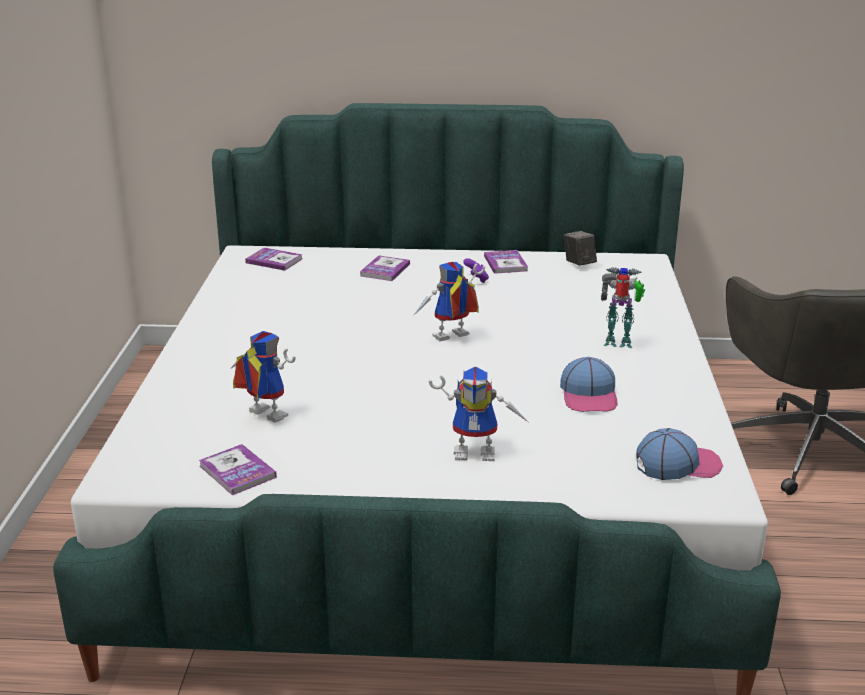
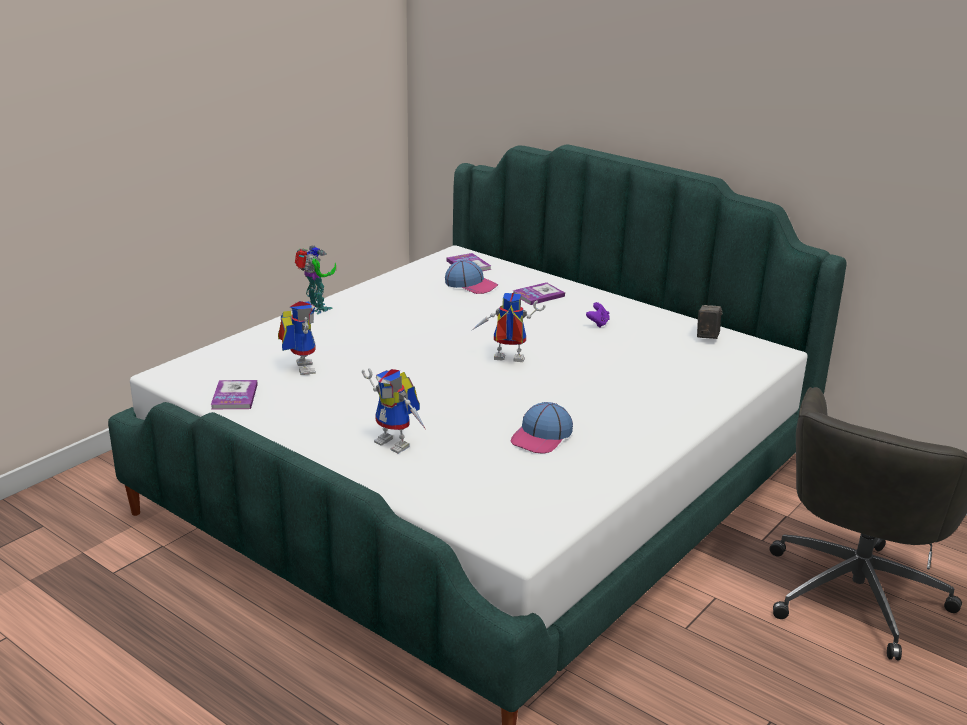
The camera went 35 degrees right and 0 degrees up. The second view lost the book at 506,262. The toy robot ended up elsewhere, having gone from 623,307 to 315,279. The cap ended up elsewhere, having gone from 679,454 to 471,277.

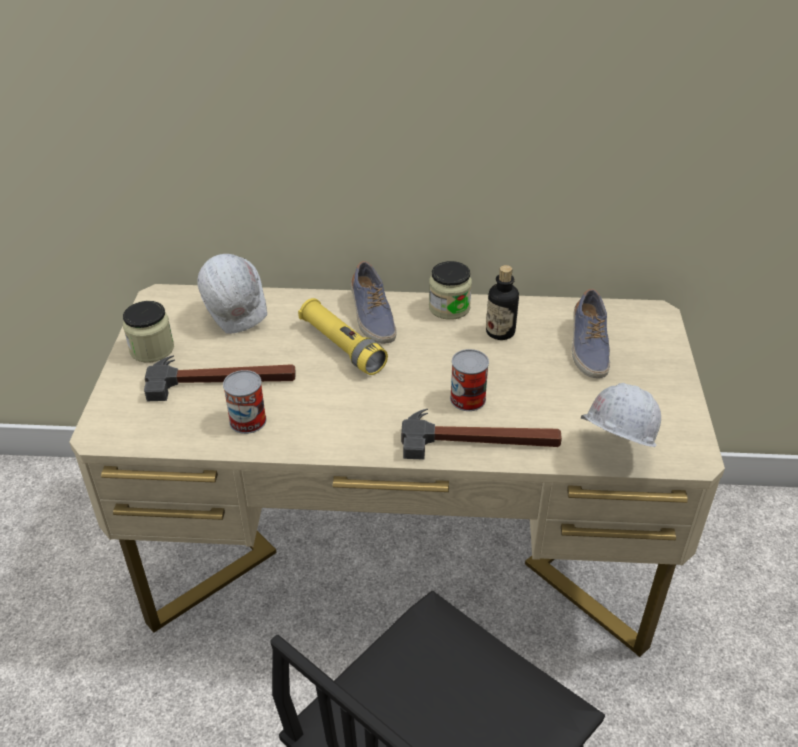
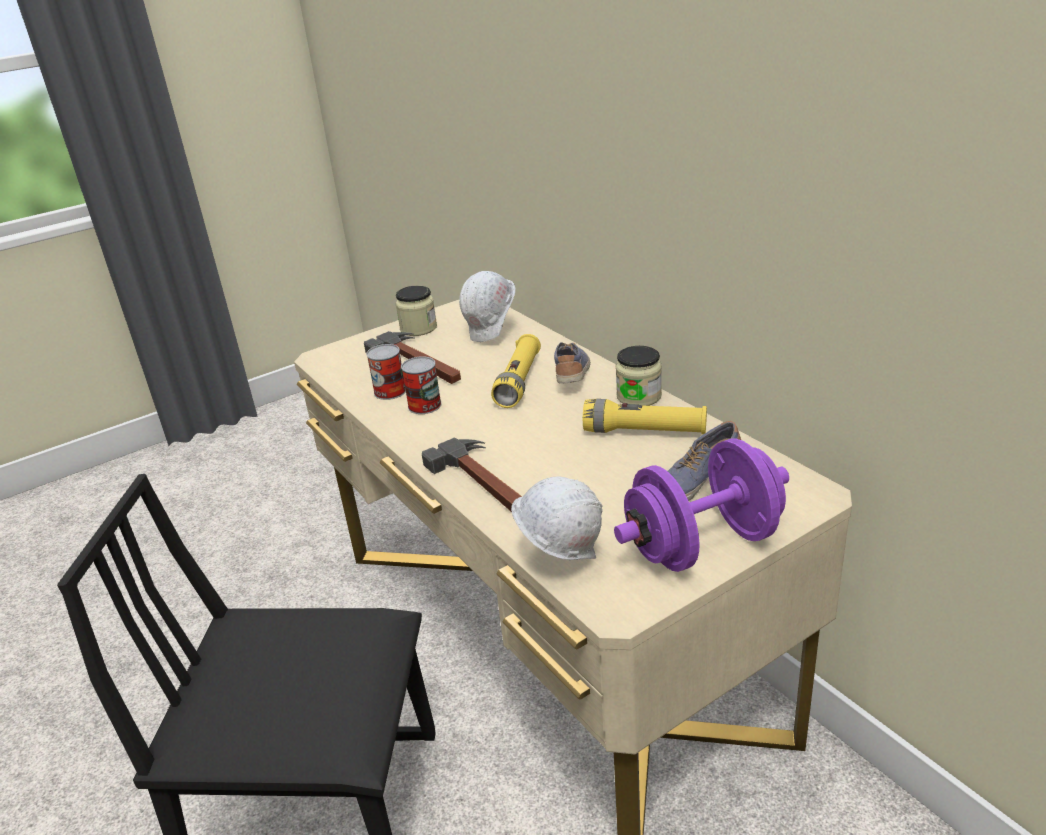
The camera went 55 degrees right and 10 degrees down. The shoe at 374,302 ended up facing another way, 150 degrees clockwise from before. Where the bottle stood at 502,302, the yellow flashlight came to stand at 645,416. The can ended up elsewhere, having gone from 469,380 to 421,385. The second view gained the purple dumbbell at 701,505.

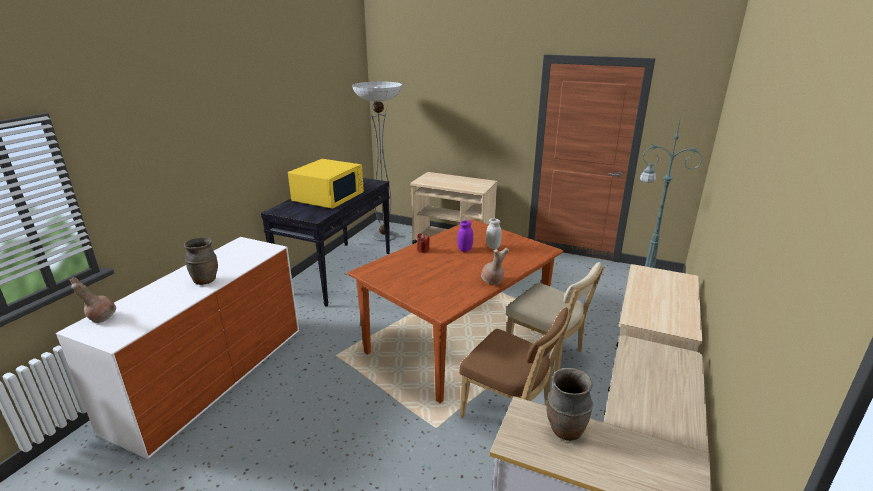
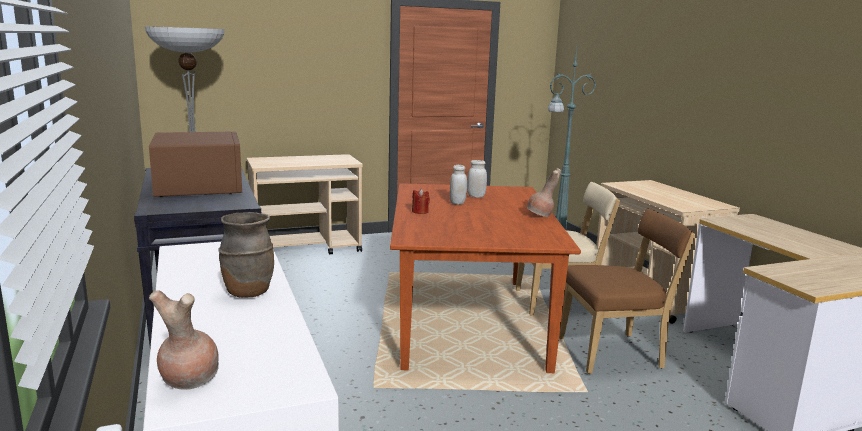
The camera went 45 degrees left and 10 degrees down. What was the yellow microwave at 326,184 turned into the brown microwave at 195,164. What was the purple jar at 465,236 turned into the white jar at 458,185. The second view lost the brown vase at 569,404.

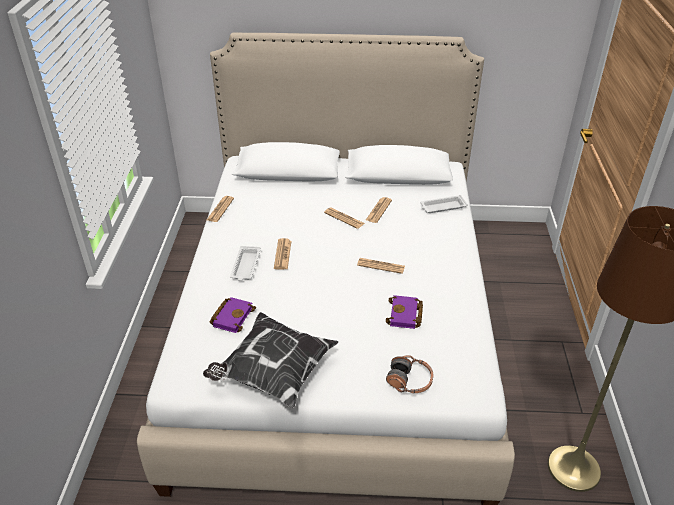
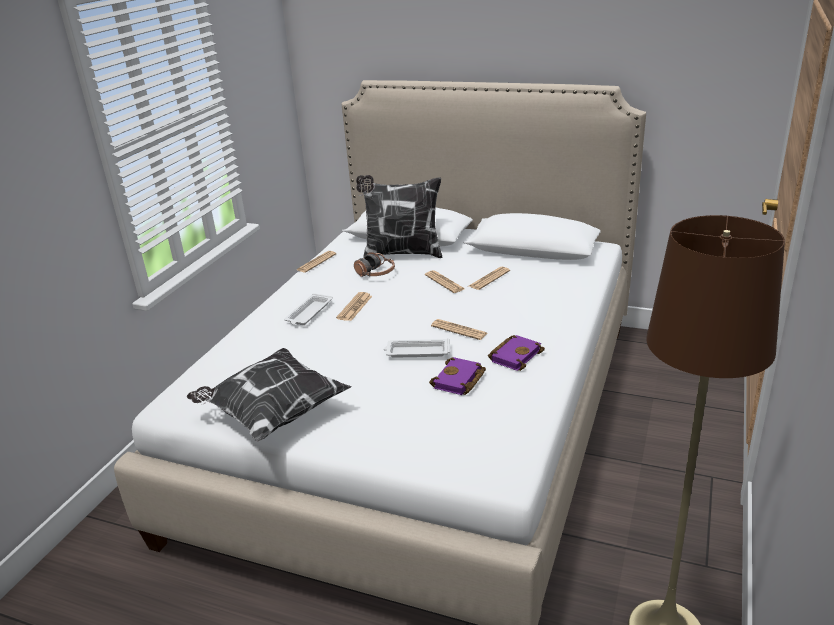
The camera went 20 degrees right and 10 degrees down. The white tray ended up elsewhere, having gone from 444,204 to 417,348. The purple book ended up elsewhere, having gone from 232,315 to 516,353. The headphones ended up elsewhere, having gone from 410,374 to 374,264. The second view gained the pillow at 399,216.

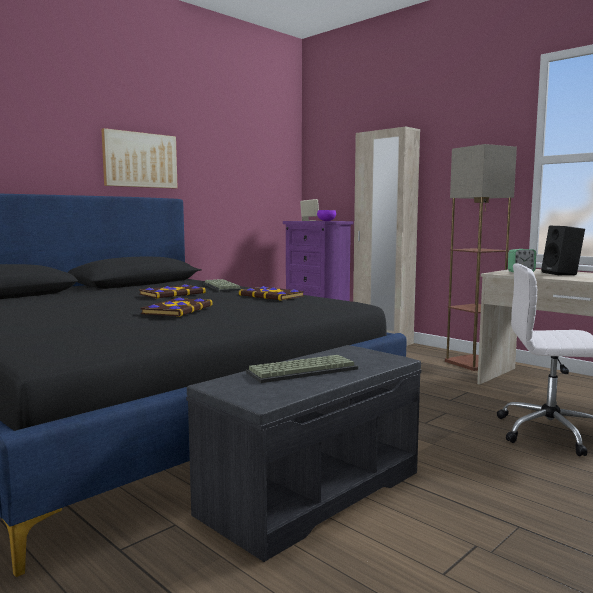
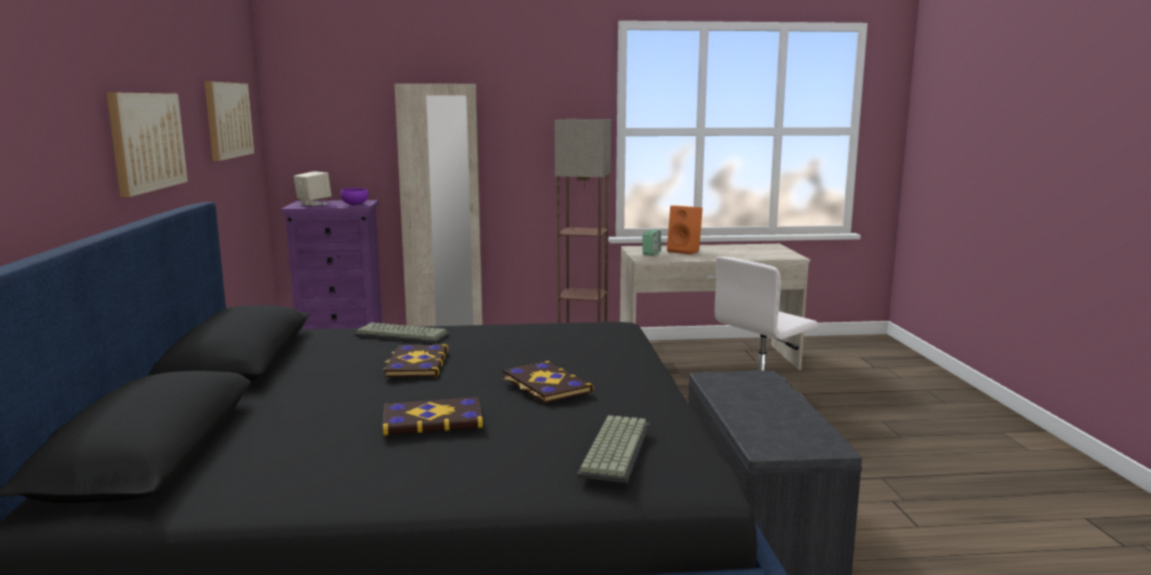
The camera went 50 degrees left and 5 degrees up. What was the black speaker at 563,250 turned into the orange speaker at 685,229. The book ended up elsewhere, having gone from 271,293 to 432,416. The keyboard ended up elsewhere, having gone from 302,369 to 613,449. The second view gained the picture at 229,121.

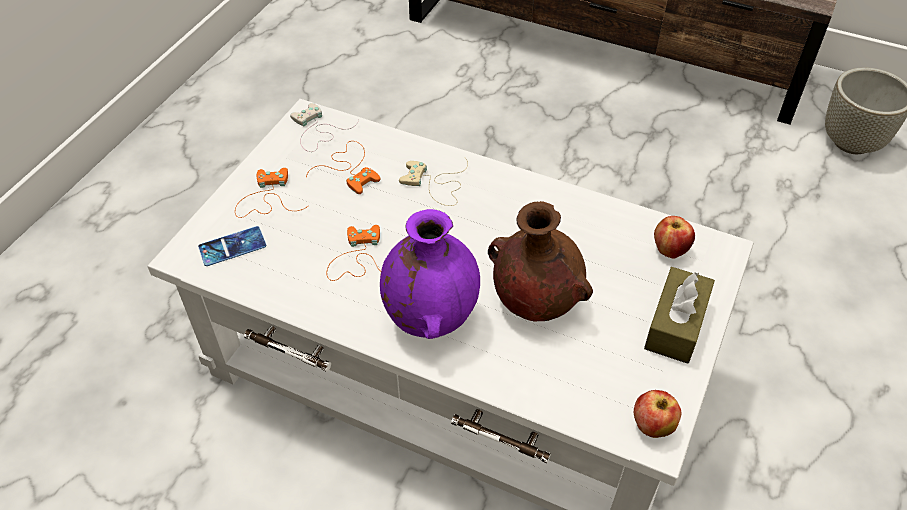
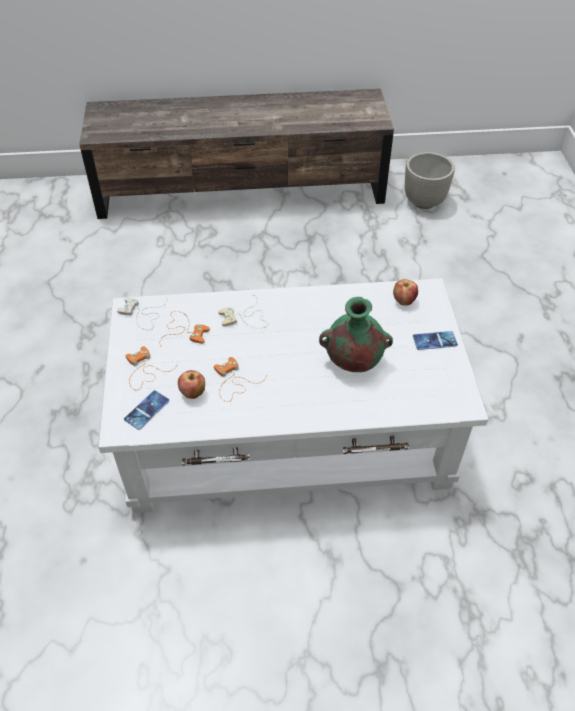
The camera went 30 degrees left and 0 degrees up. What was the brown vase at 540,261 turned into the green vase at 356,334. The second view lost the purple vase at 430,274. Where the brown tissue box stood at 679,315, the phone came to stand at 435,340. The apple ended up elsewhere, having gone from 657,414 to 191,384.

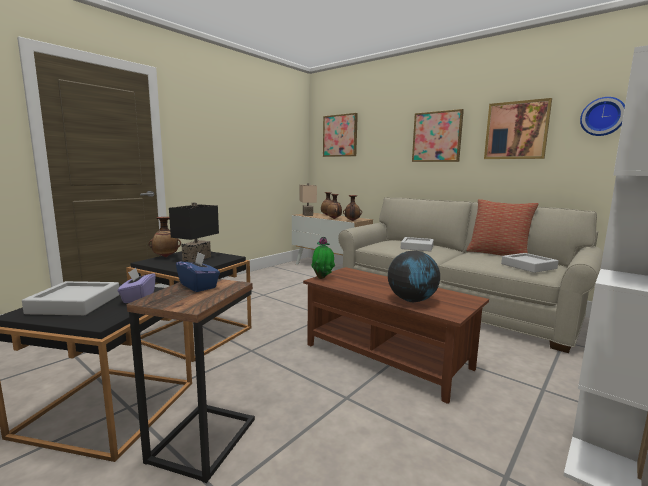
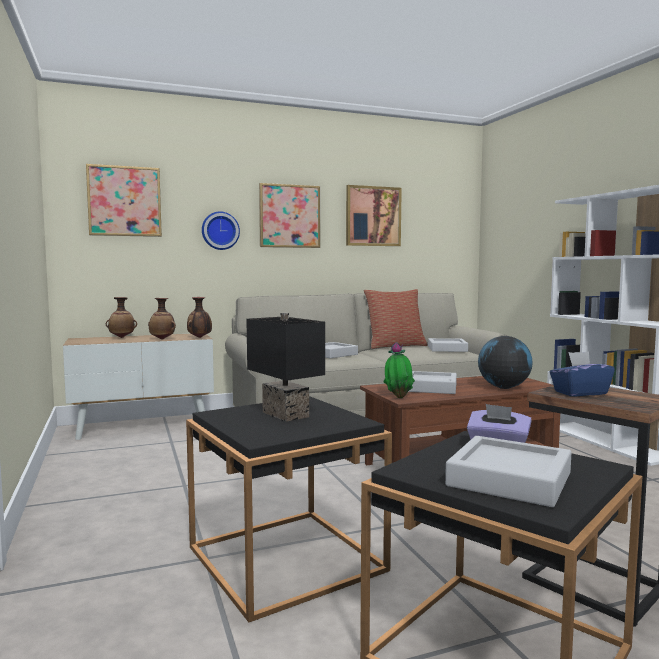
The camera went 60 degrees left and 5 degrees down. The wall clock ended up elsewhere, having gone from 602,116 to 221,230. The second view lost the beige table lamp at 308,199. The second view lost the vase at 165,237. The second view gained the grey tray at 432,382.

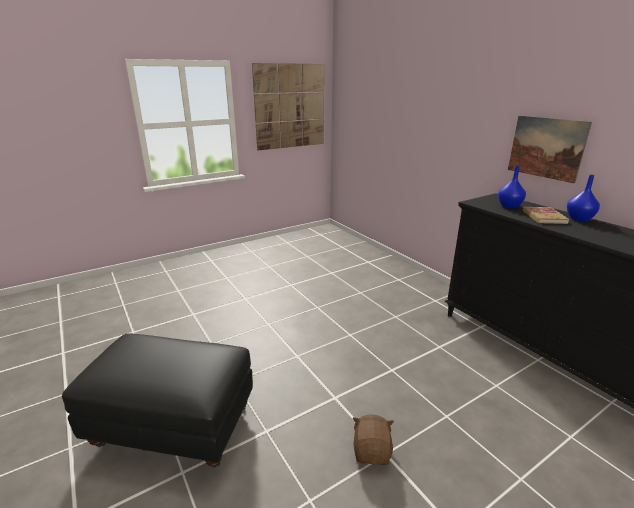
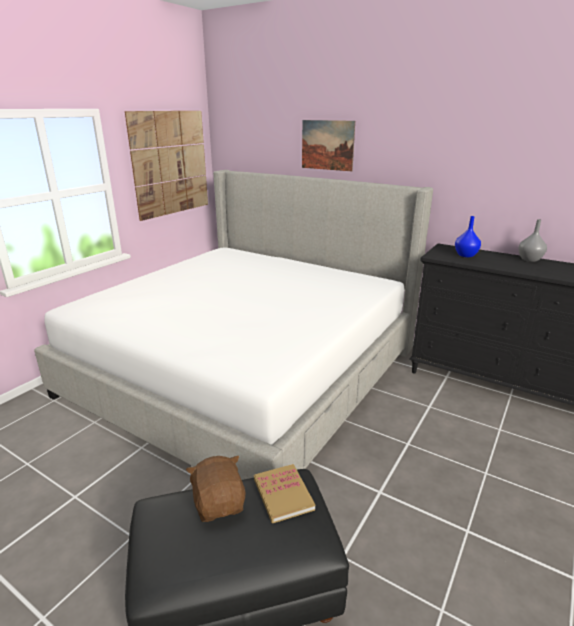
The camera went 25 degrees left and 0 degrees up. The picture ended up elsewhere, having gone from 550,149 to 328,145. What was the blue vase at 583,198 turned into the grey vase at 533,240. The book ended up elsewhere, having gone from 546,215 to 284,493. The brown plush toy ended up elsewhere, having gone from 373,439 to 216,489. The second view gained the bed at 233,325.

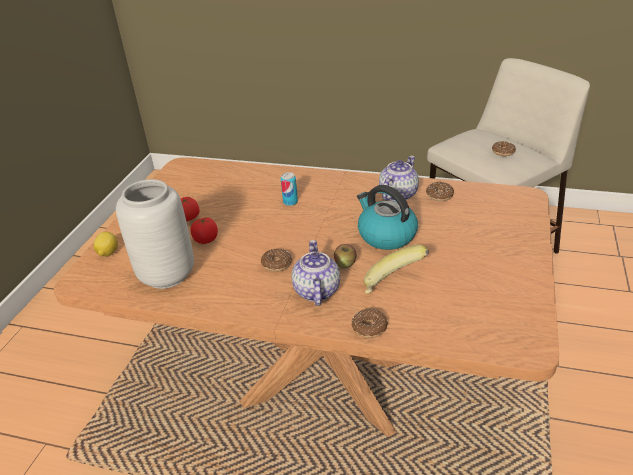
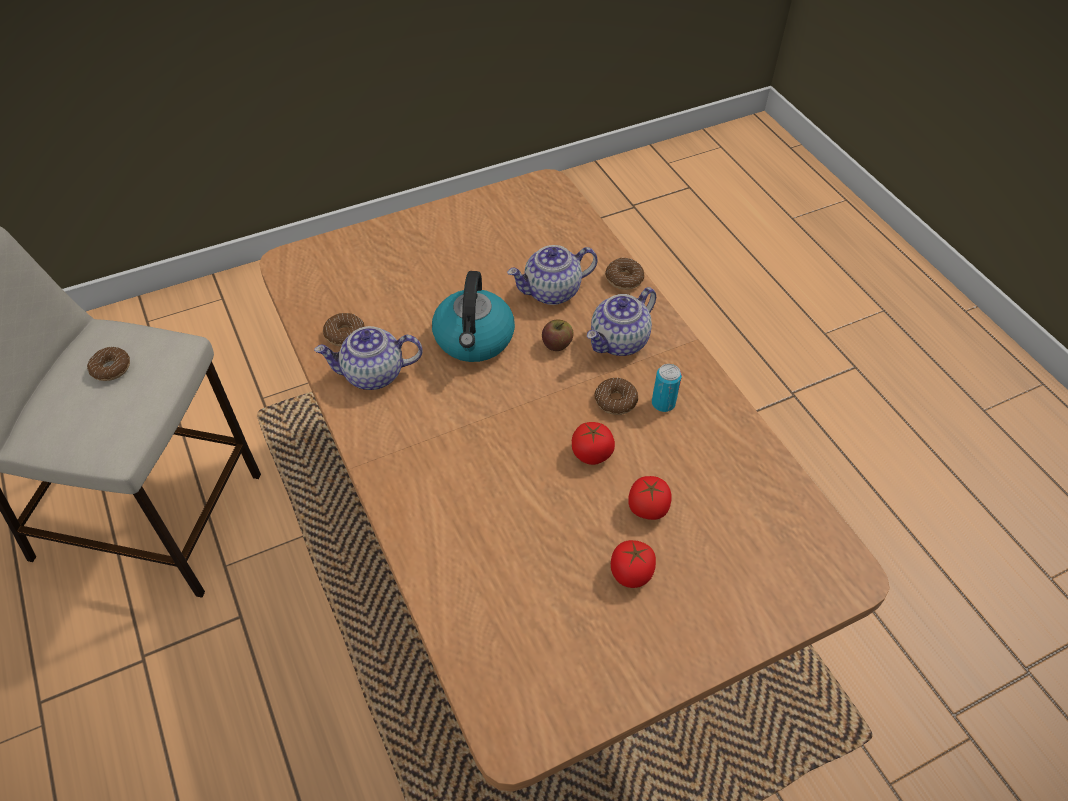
The camera went 135 degrees left and 15 degrees up. The can ended up elsewhere, having gone from 289,189 to 667,388. The second view lost the grey vase at 155,234. The second view lost the lemon at 105,244. Where the banana stood at 396,269, the teapot came to stand at 552,275. The second view gained the tomato at 593,443.

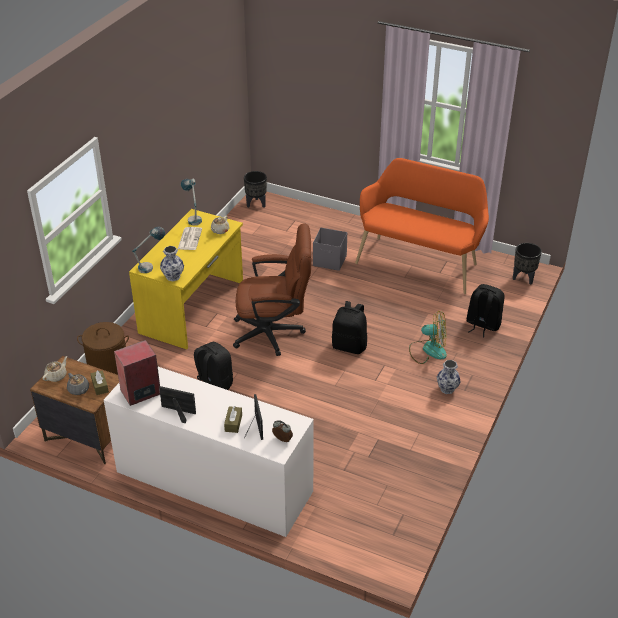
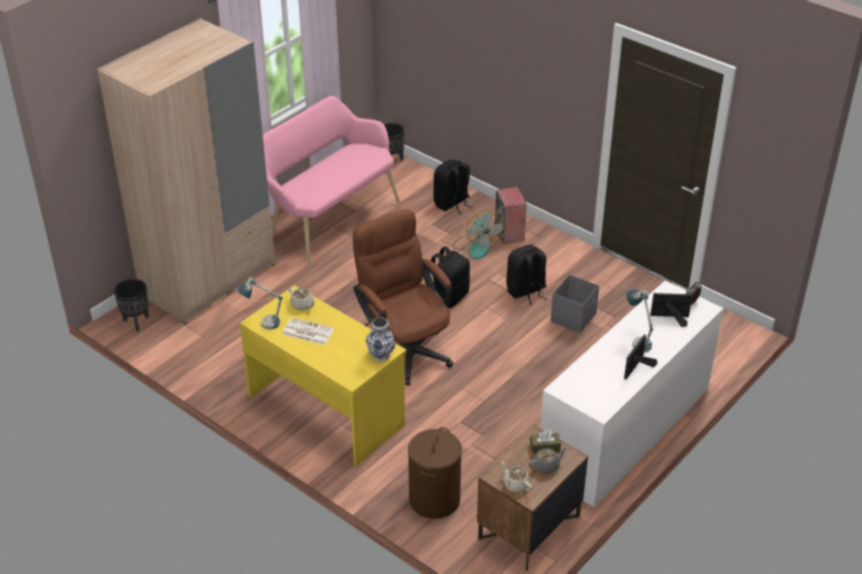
The camera went 75 degrees left and 0 degrees up. What was the orange bench at 422,226 turned into the pink bench at 331,180. The brown office chair at 272,290 ended up facing another way, 45 degrees counterclockwise from before. The table lamp ended up elsewhere, having gone from 148,250 to 639,320. The grey storage box ended up elsewhere, having gone from 330,249 to 575,303. The fan at 428,337 ended up facing another way, 135 degrees clockwise from before. The speaker ended up elsewhere, having gone from 137,373 to 511,215. The black backpack ended up elsewhere, having gone from 213,366 to 526,275. The second view lost the vase at 449,377. The second view lost the brown tissue box at 233,419. The second view gained the beige wardrobe at 186,171.

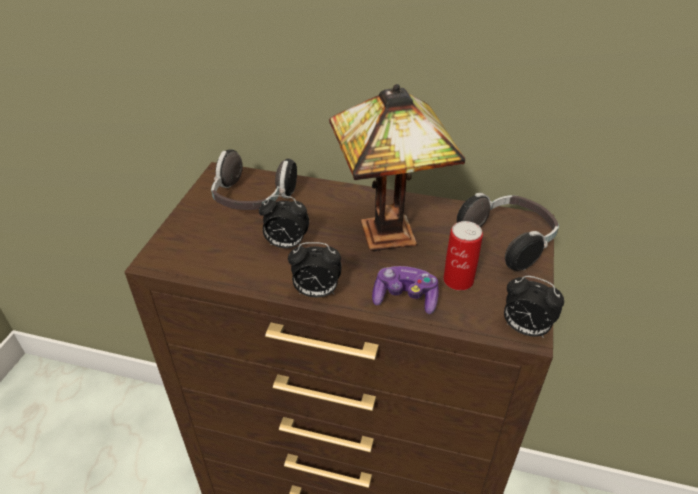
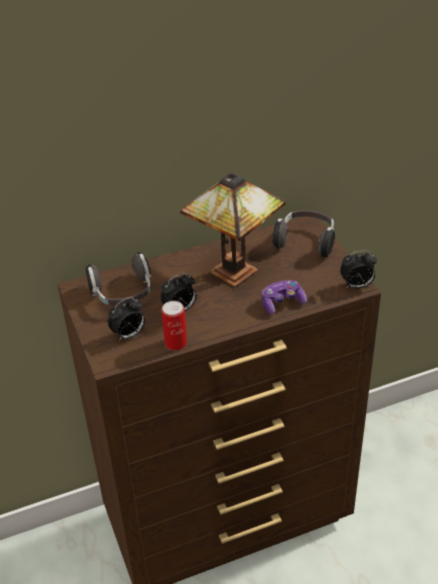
The camera went 35 degrees left and 0 degrees up. The can ended up elsewhere, having gone from 463,256 to 174,326. The alarm clock ended up elsewhere, having gone from 315,269 to 126,319.

